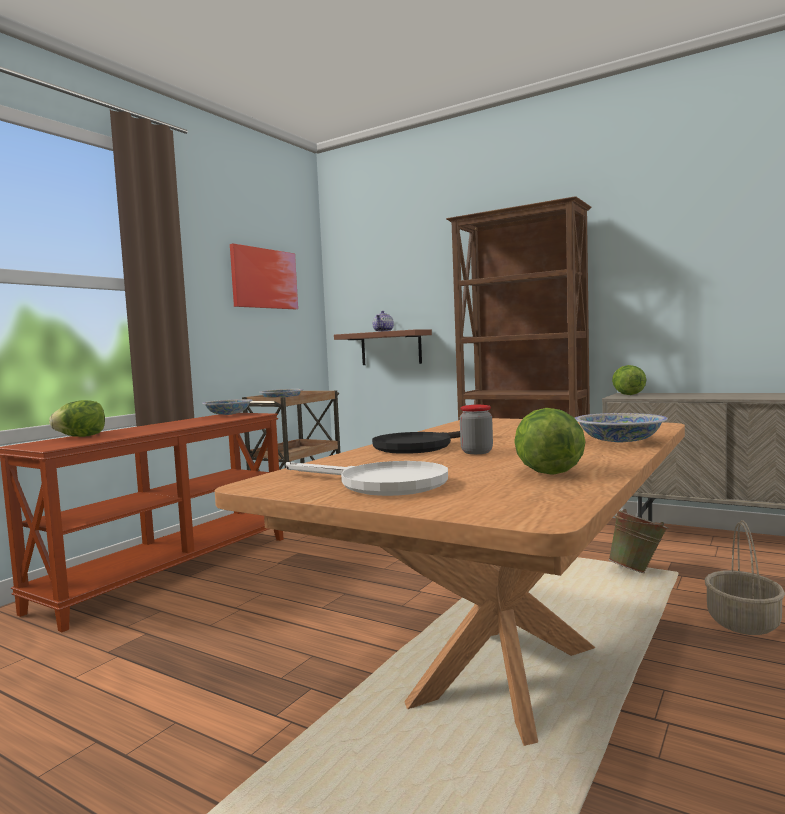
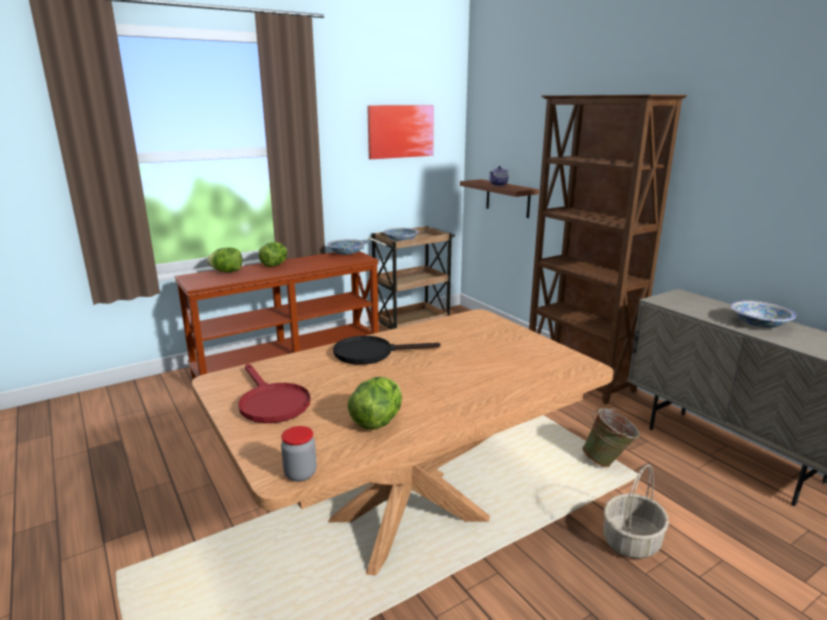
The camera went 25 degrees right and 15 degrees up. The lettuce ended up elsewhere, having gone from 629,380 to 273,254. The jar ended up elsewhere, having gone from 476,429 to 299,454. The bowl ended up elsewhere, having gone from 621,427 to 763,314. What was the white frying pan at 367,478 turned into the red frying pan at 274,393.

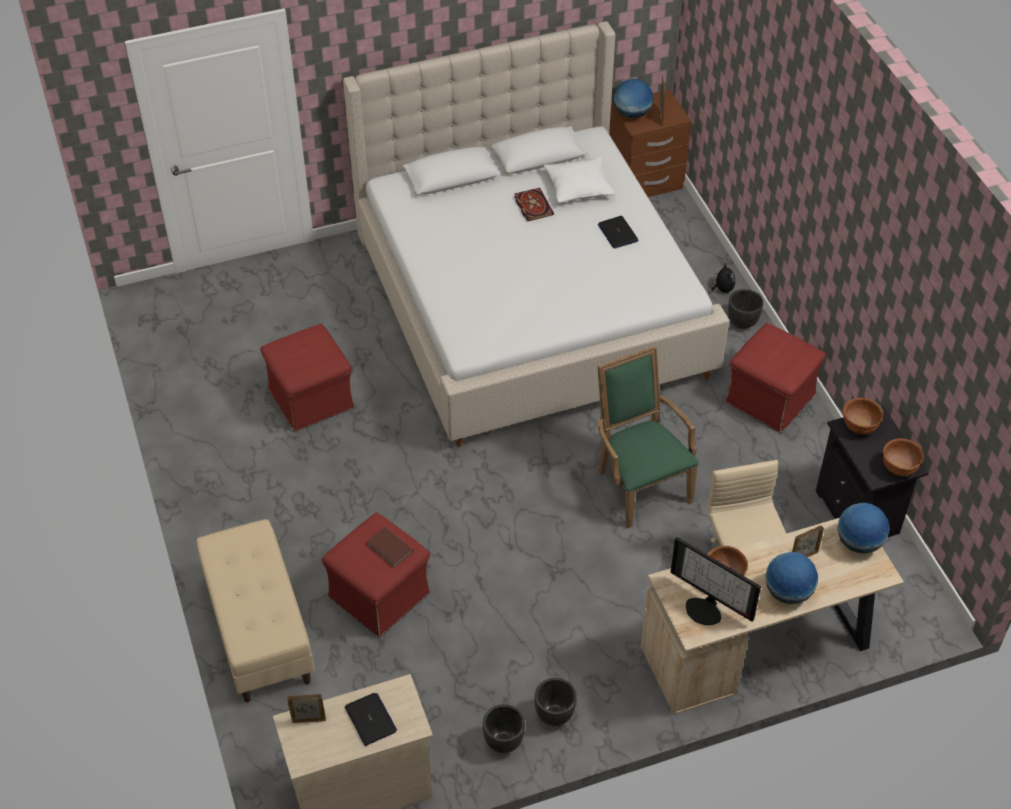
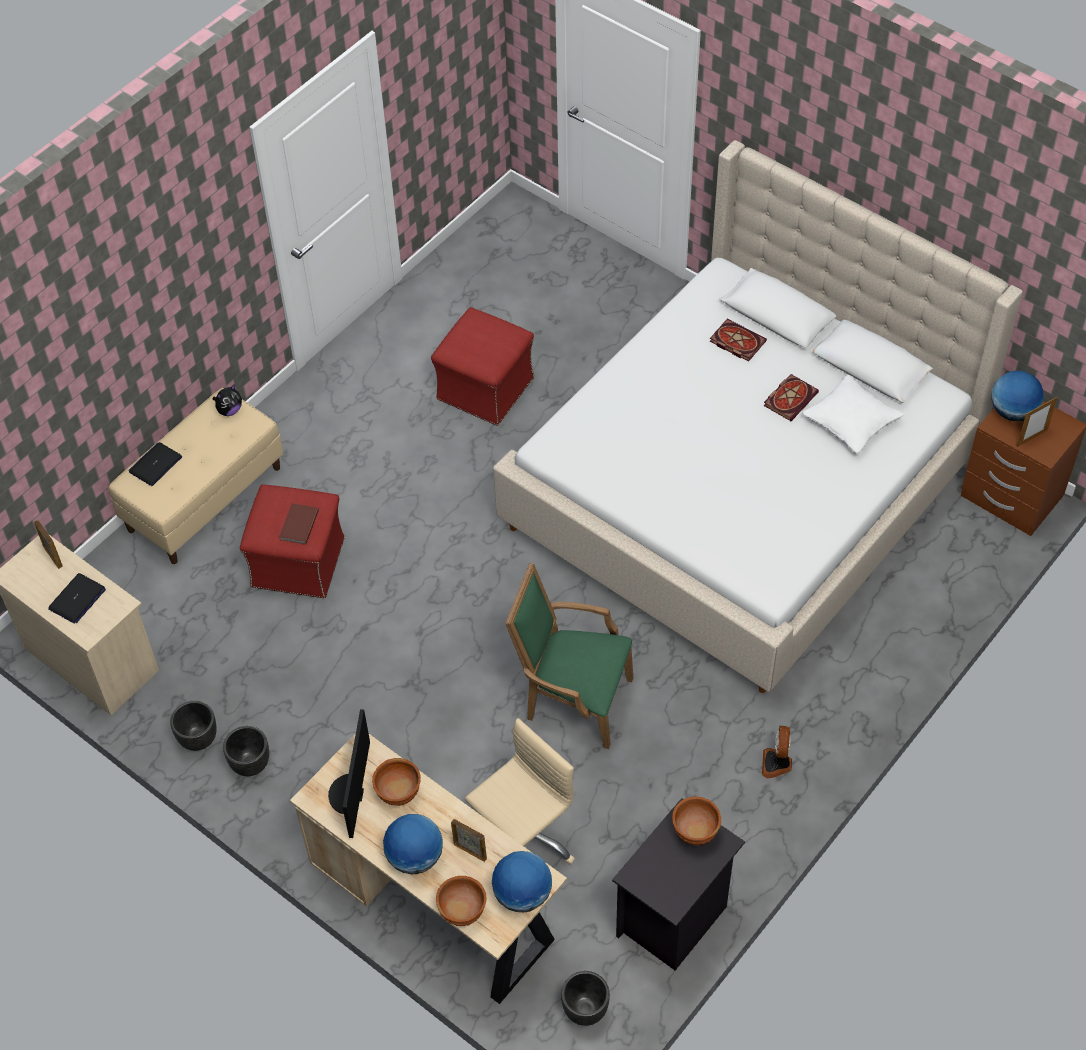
The camera went 60 degrees right and 5 degrees up. The laptop ended up elsewhere, having gone from 618,232 to 155,464. The plush toy ended up elsewhere, having gone from 723,278 to 227,400. The black planter ended up elsewhere, having gone from 745,309 to 585,998. Where the red ottoman stood at 775,378, the fan came to stand at 777,752. The green armchair at 648,437 ended up facing another way, 105 degrees counterclockwise from before. The brown bowl ended up elsewhere, having gone from 903,457 to 461,901. The second view gained the book at 738,340.

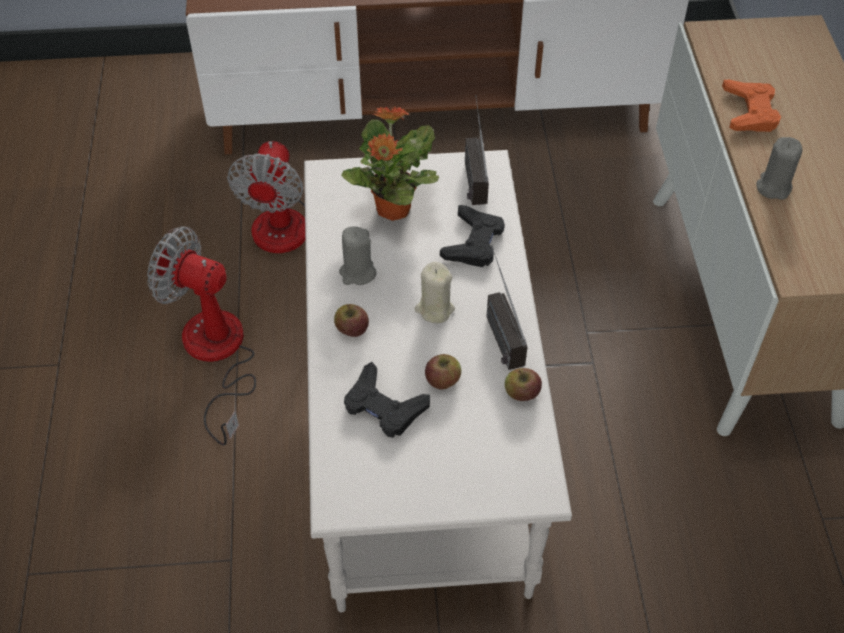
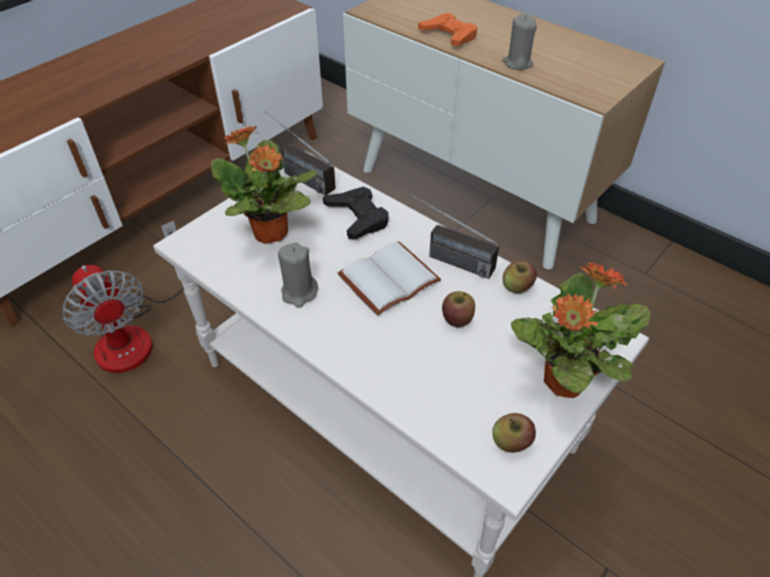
The camera went 45 degrees left and 5 degrees down. The second view lost the fan at 201,336. Where the beige candle stood at 434,292, the white book came to stand at 389,278. The apple ended up elsewhere, having gone from 351,320 to 514,433. The second view lost the black game controller at 387,400. The second view gained the potted plant at 581,330.

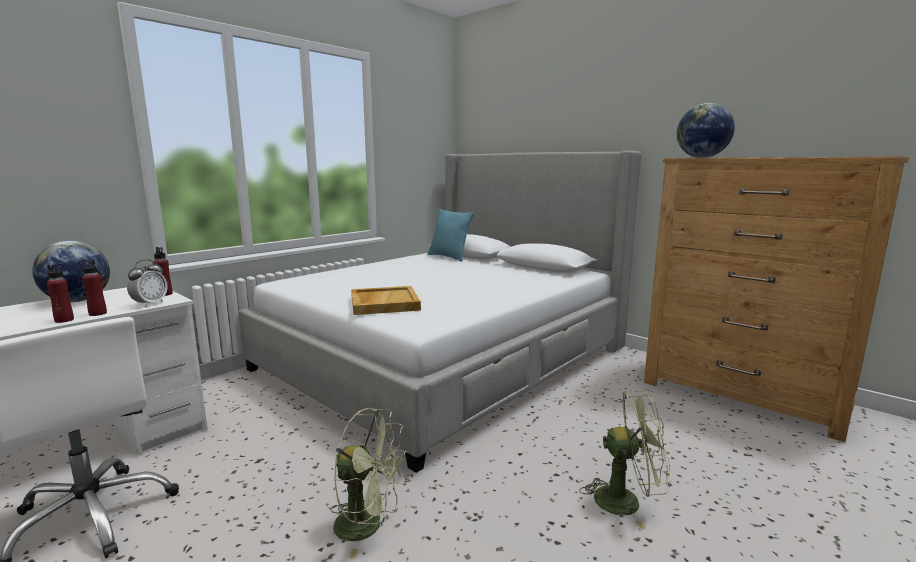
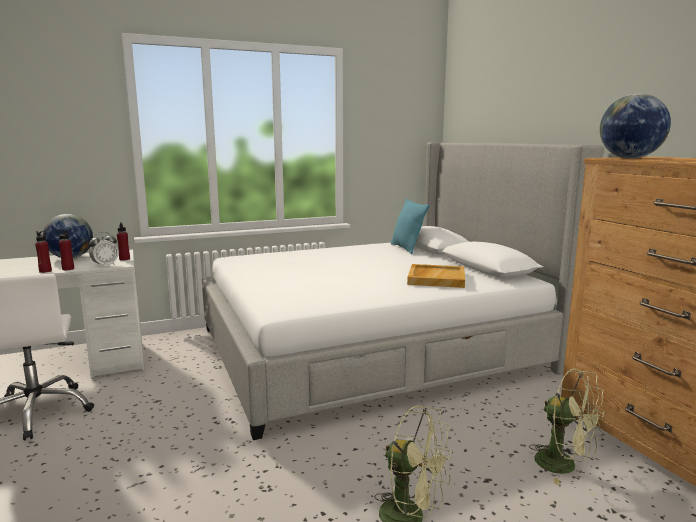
The camera went 25 degrees right and 0 degrees up. The beige tray ended up elsewhere, having gone from 386,300 to 436,276. The green fan ended up elsewhere, having gone from 370,483 to 567,426.

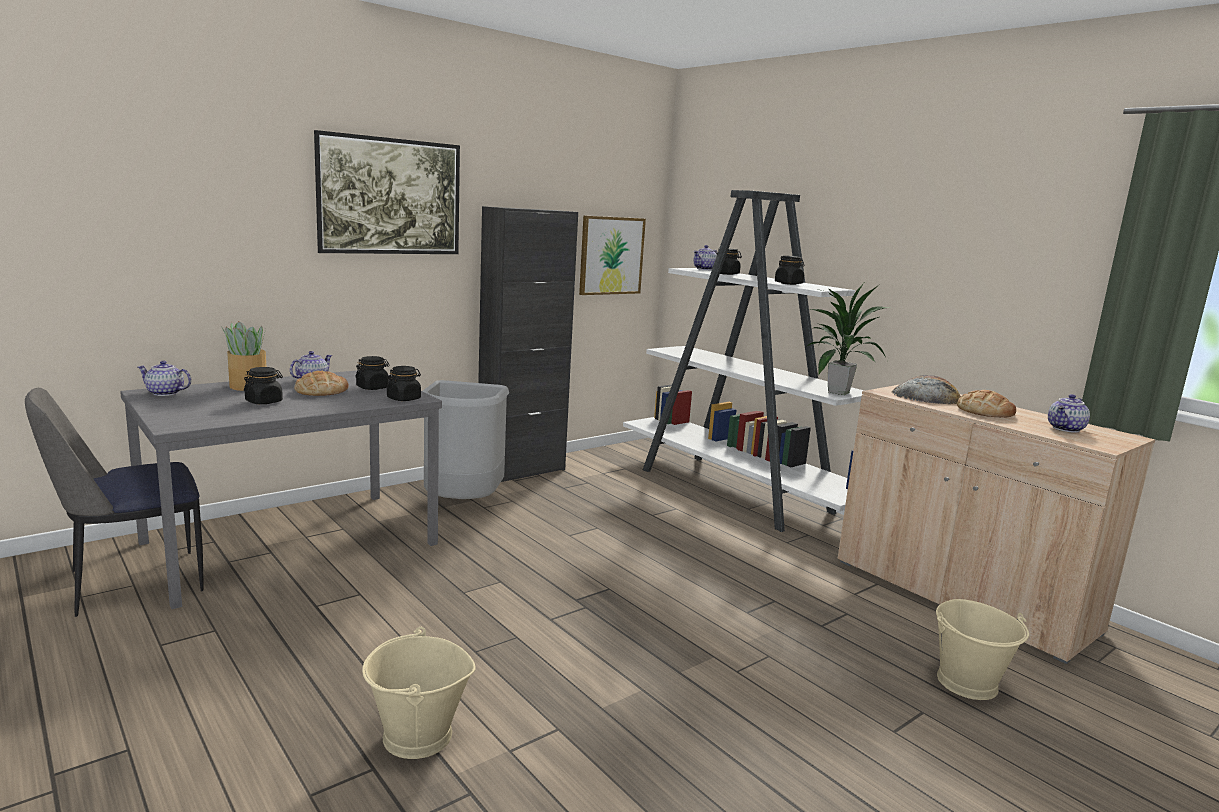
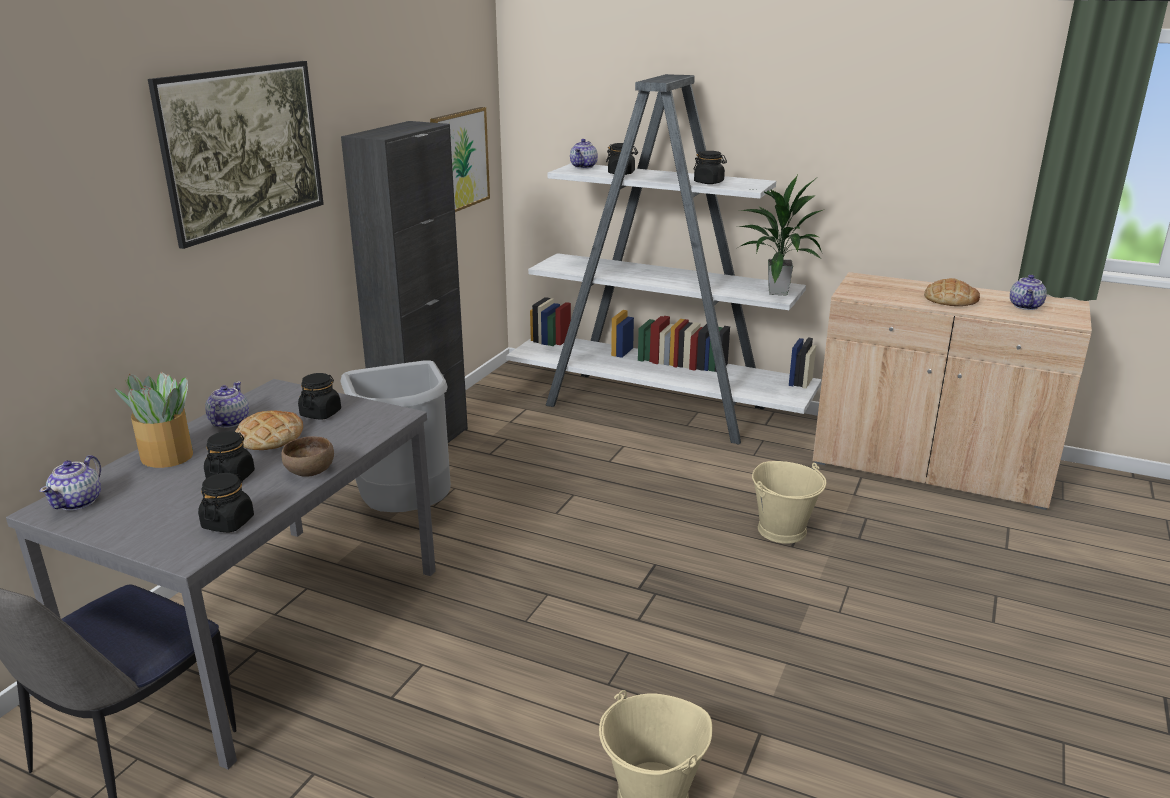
The camera went 25 degrees left and 10 degrees up. The teapot at 164,378 ended up facing another way, 60 degrees counterclockwise from before. The black jar ended up elsewhere, having gone from 404,383 to 226,503. The second view lost the bread at 926,389. The beige bucket ended up elsewhere, having gone from 982,649 to 789,502. The second view gained the brown bowl at 307,456.

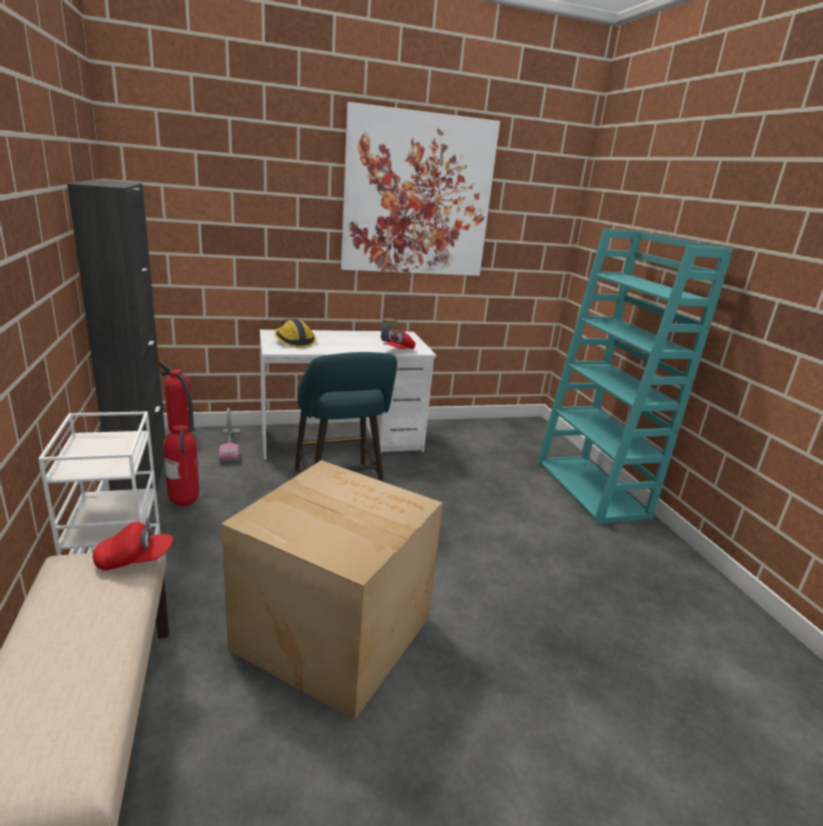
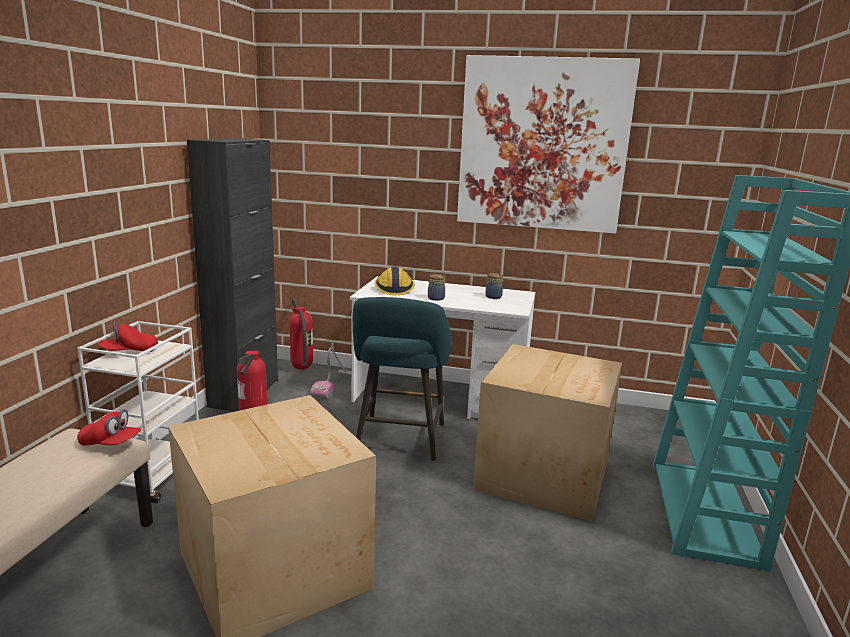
The camera went 30 degrees right and 5 degrees down. The red cap ended up elsewhere, having gone from 399,339 to 127,336. The second view gained the jar at 436,287. The second view gained the cardboard box at 547,433.

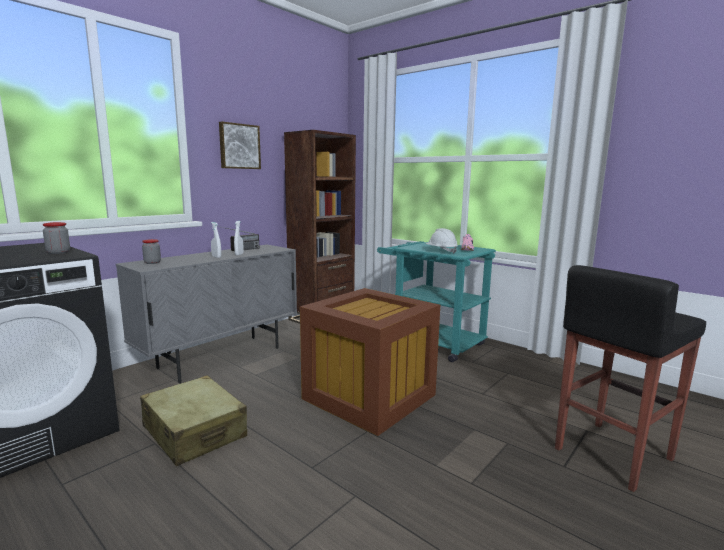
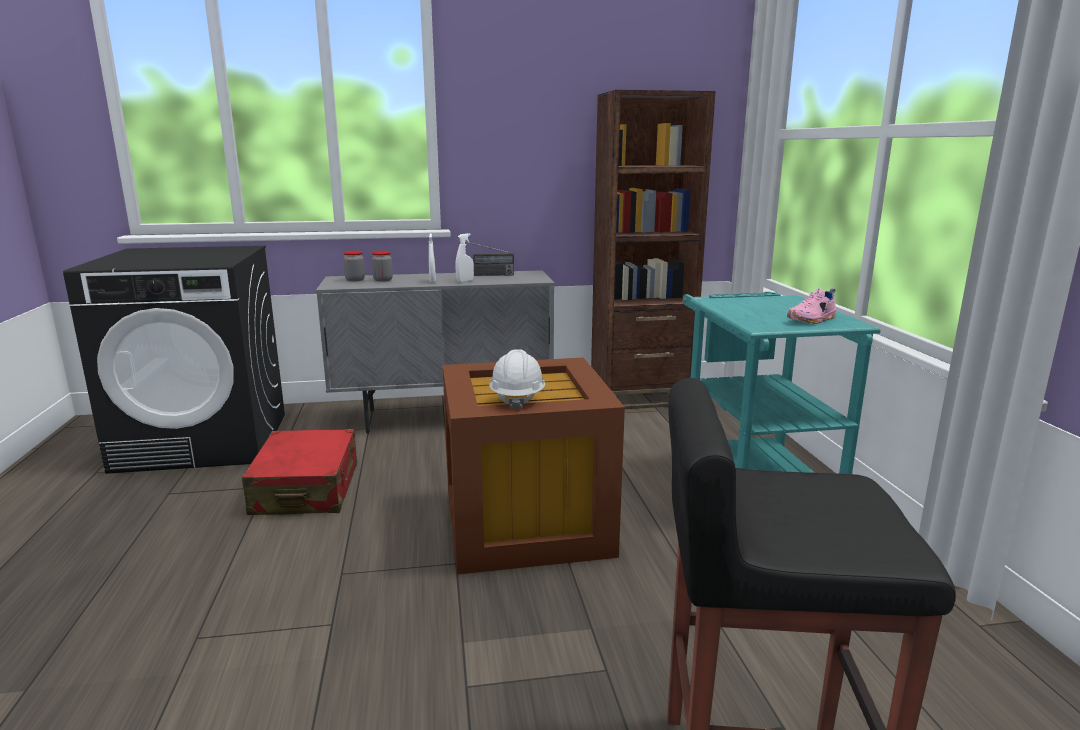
The camera went 40 degrees right and 5 degrees up. The second view lost the picture at 240,145. The jar ended up elsewhere, having gone from 56,238 to 382,266. The white hard hat ended up elsewhere, having gone from 442,241 to 517,379. What was the beige suitcase at 193,420 turned into the red suitcase at 299,472.

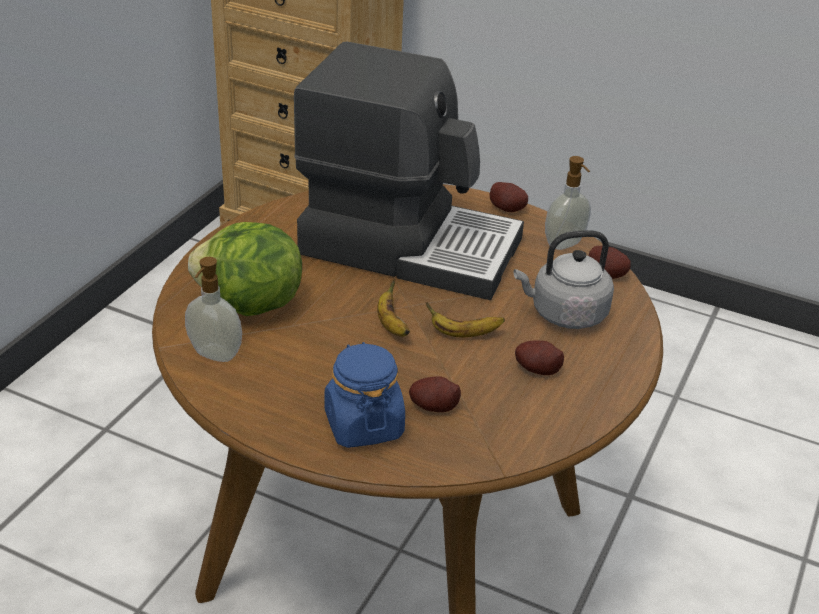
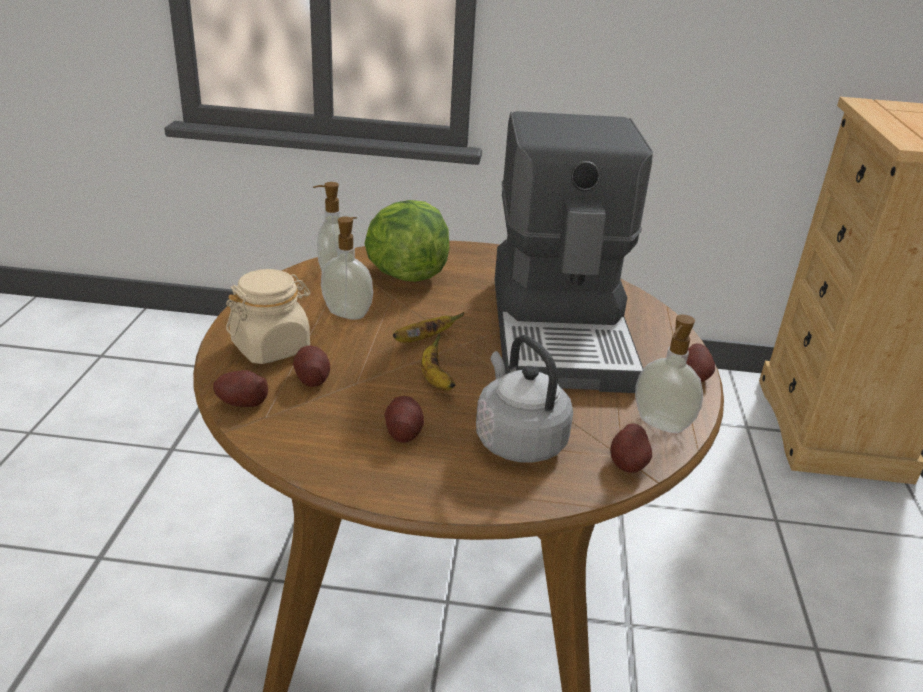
The camera went 70 degrees right and 5 degrees down. What was the blue jar at 365,395 turned into the beige jar at 268,316. The second view gained the soap dispenser at 347,268. The second view gained the potato at 240,388.

